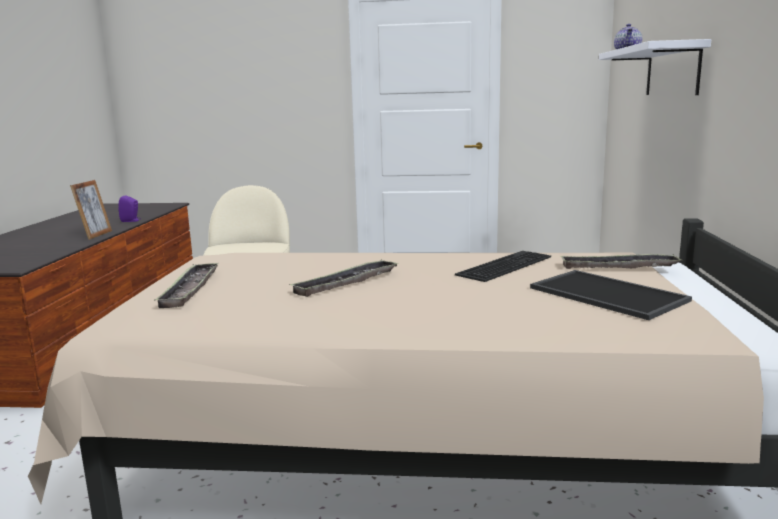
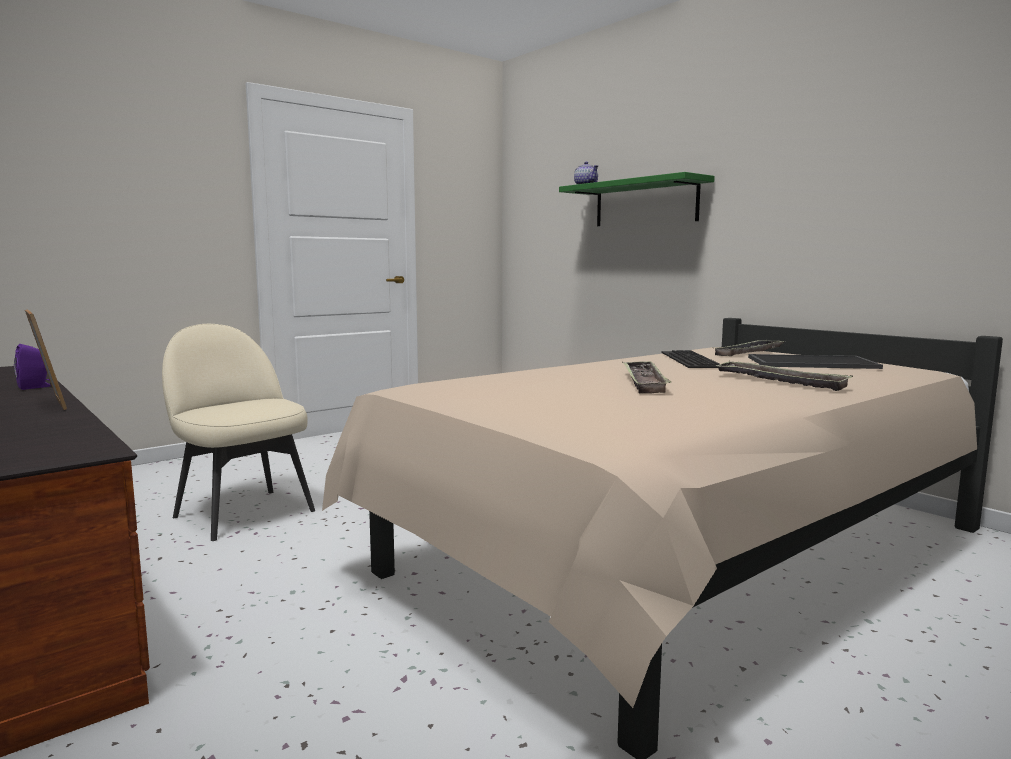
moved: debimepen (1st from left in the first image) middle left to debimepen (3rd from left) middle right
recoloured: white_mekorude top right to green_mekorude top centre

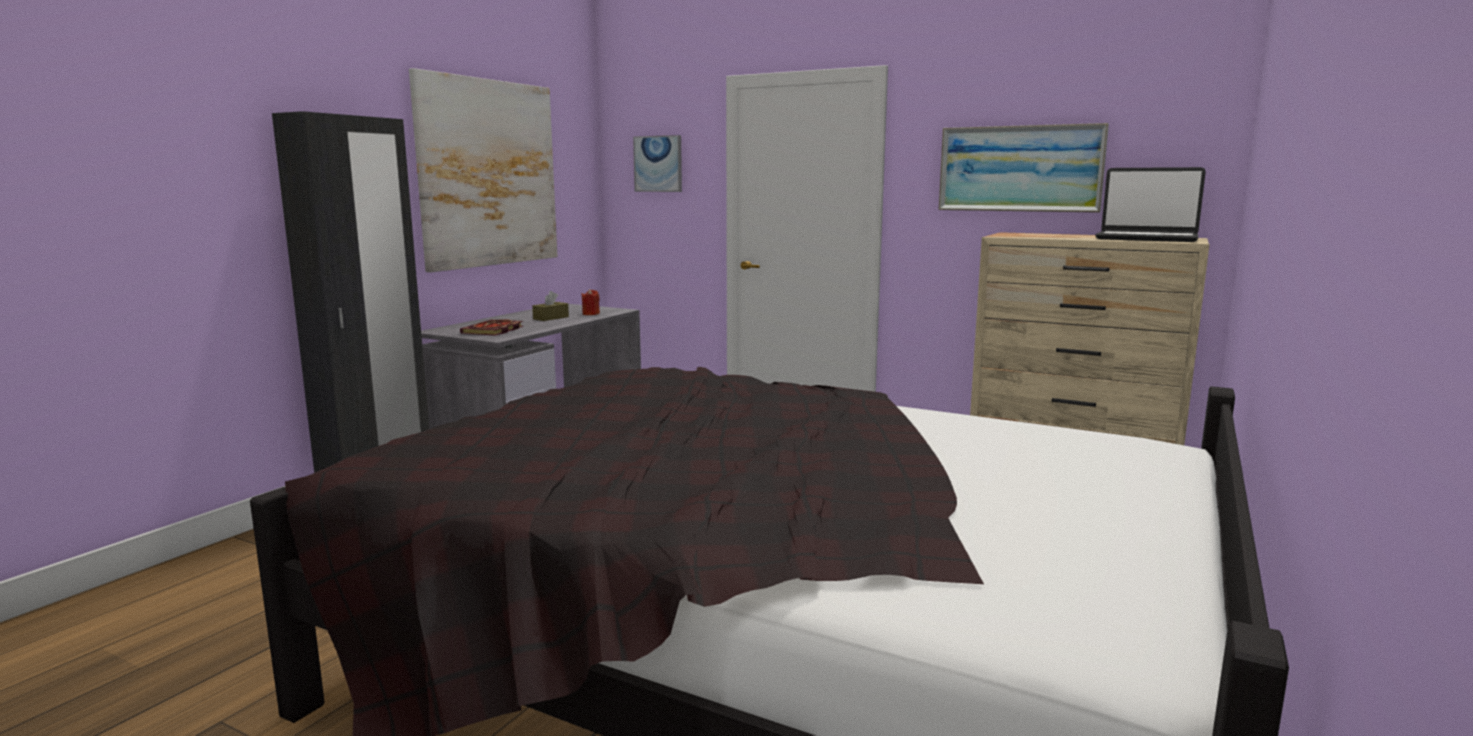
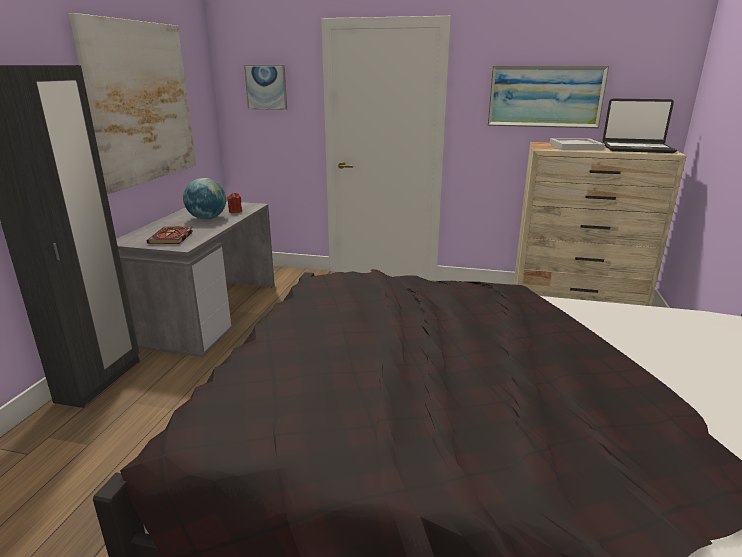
added: white_debimepen top right
replaced: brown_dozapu centre to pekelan middle left

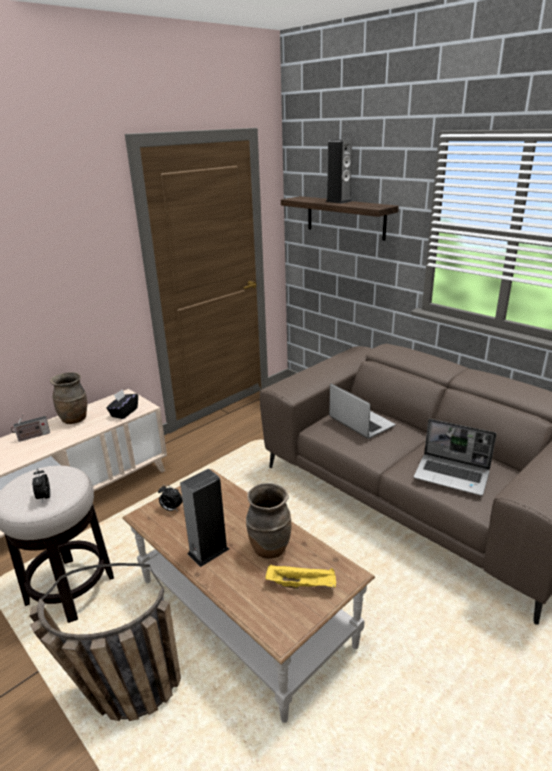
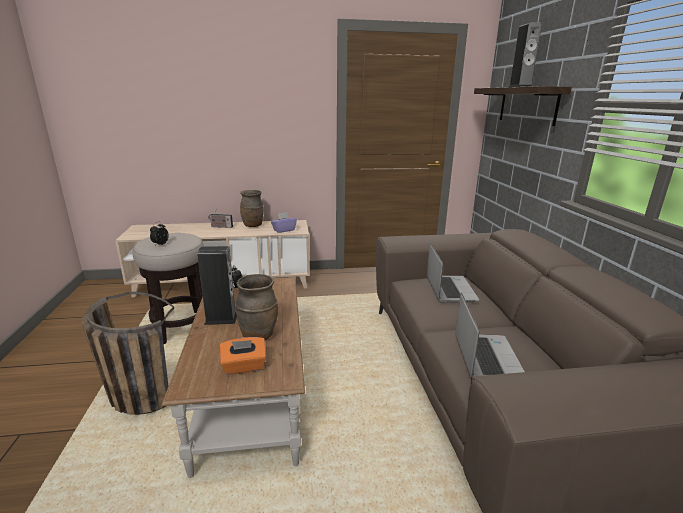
replaced: yellow_debimepen bottom centre to orange_dozapu bottom centre
recoloured: black_dozapu middle left to purple_dozapu centre
turned: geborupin (2nd from left) middle right = middle right 150 degrees counterclockwise

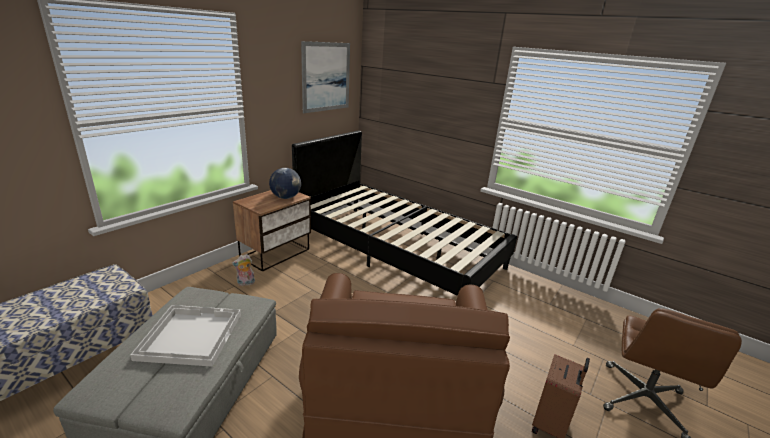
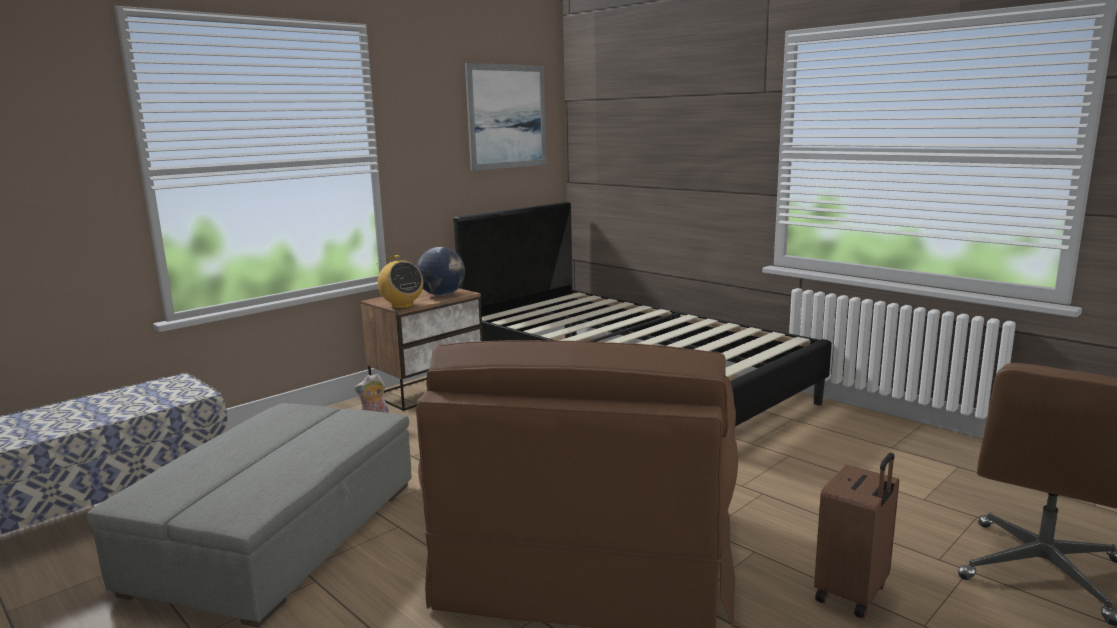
removed: white_debimepen bottom left
added: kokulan centre

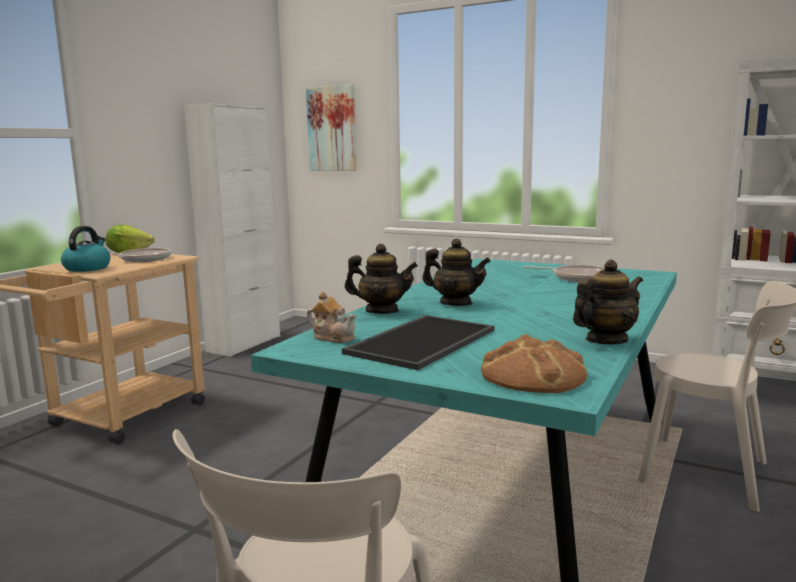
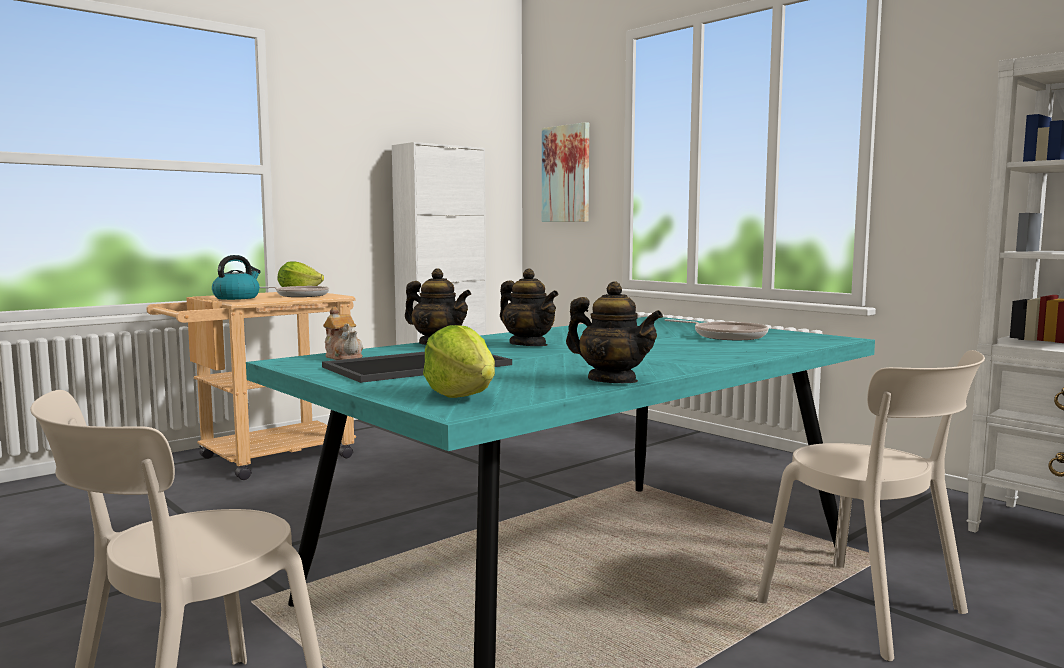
replaced: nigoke middle right to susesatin (2nd from left) centre
turned: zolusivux (4th from left) middle right = centre 45 degrees clockwise

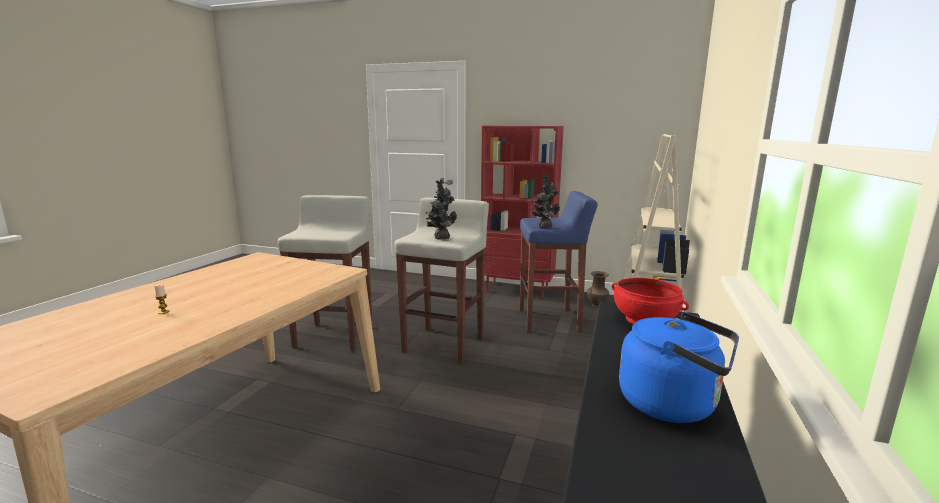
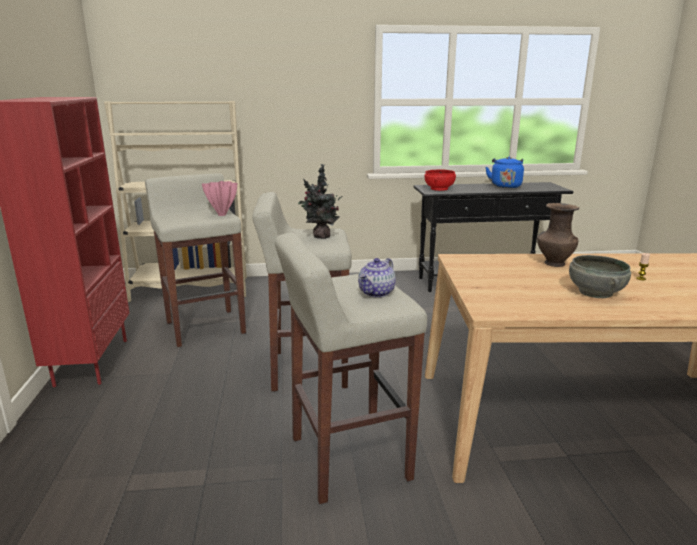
added: zolusivux centre; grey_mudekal middle right
moved: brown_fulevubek centre to middle right
replaced: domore (2nd from left) centre to pink_fulevubek middle left
recoloured: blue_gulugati centre to beige_gulugati (1st from left) middle left

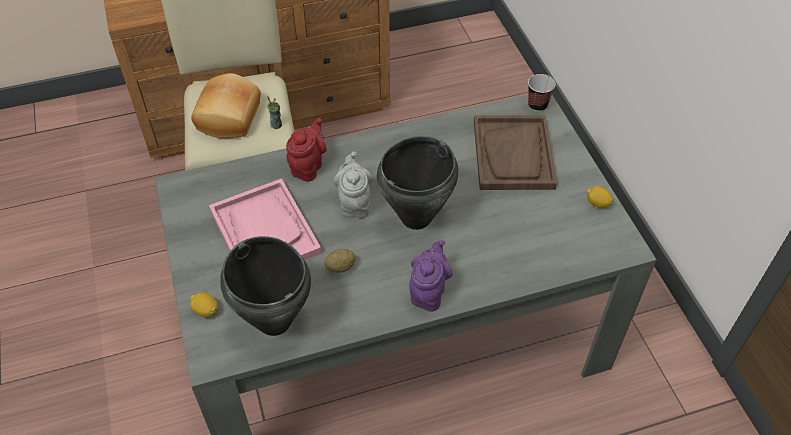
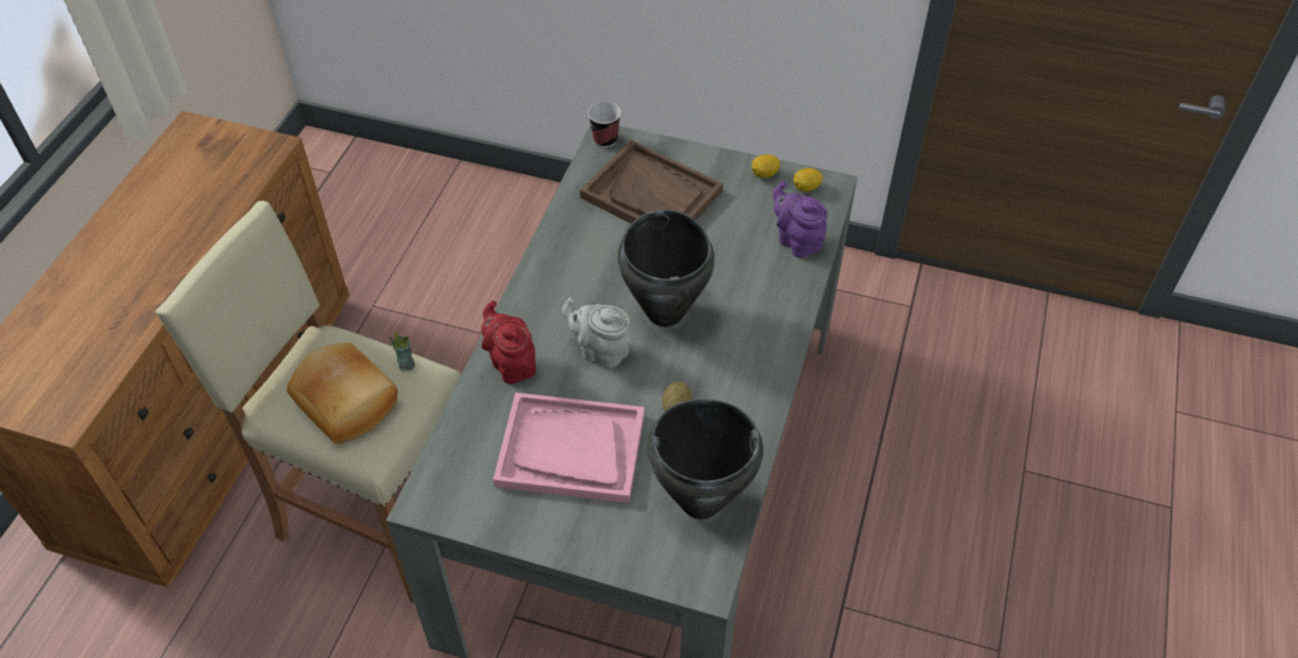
moved: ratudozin (1st from left in the first image) bottom left to ratudozin (2nd from left) top centre; purple_zolusivux centre to top centre

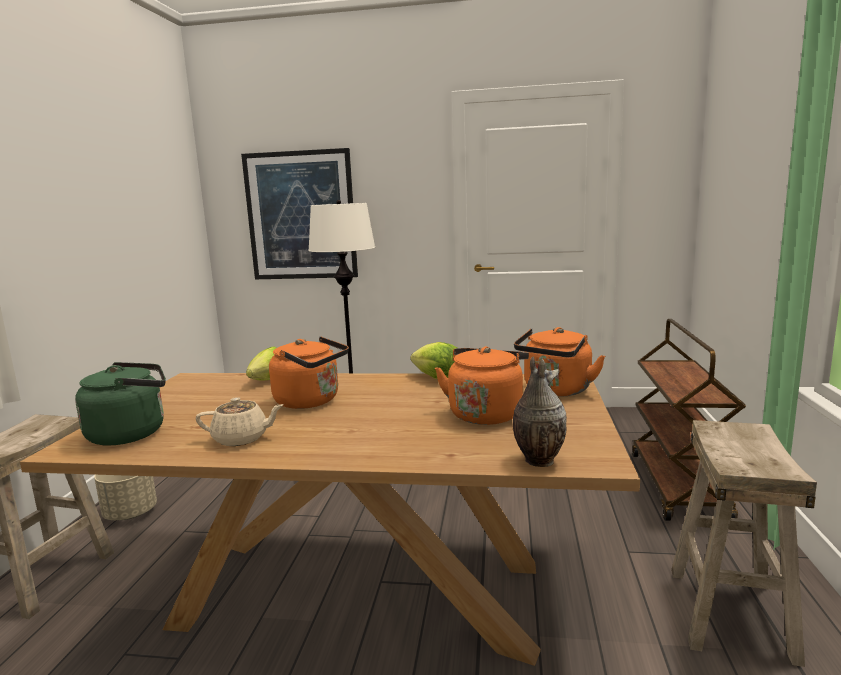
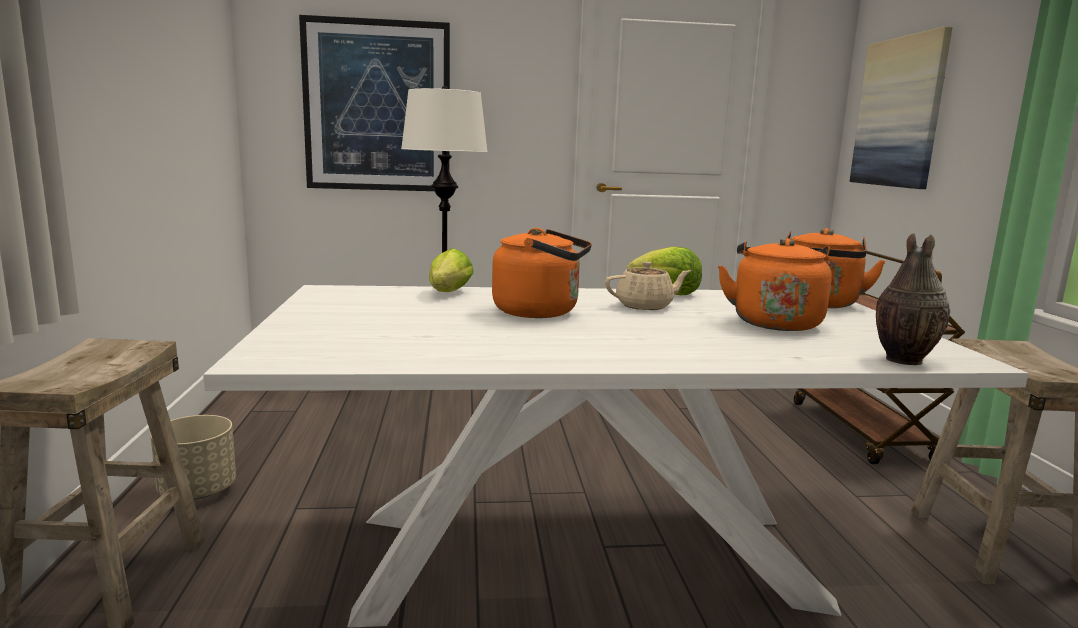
removed: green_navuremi middle left
added: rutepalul (2nd from left) top right
moved: beige_zolusivux middle left to centre
recoloured: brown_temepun bottom centre to white_temepun bottom centre

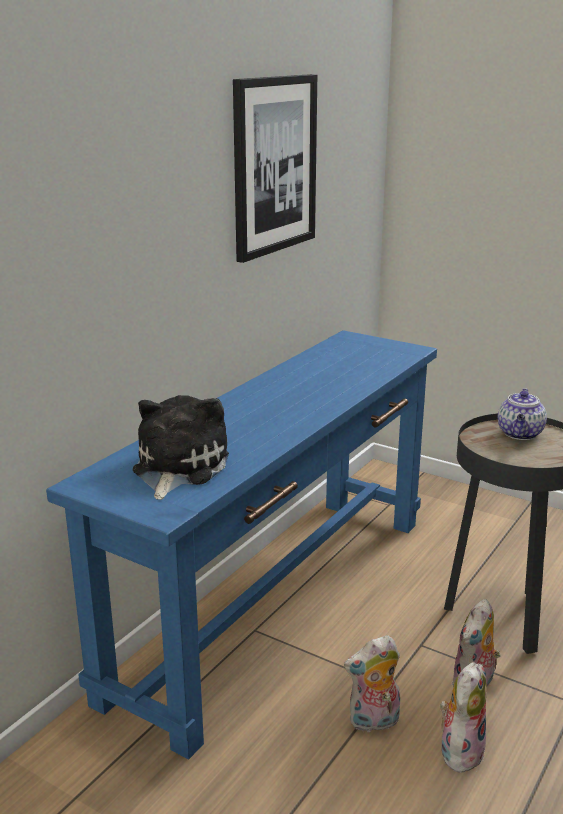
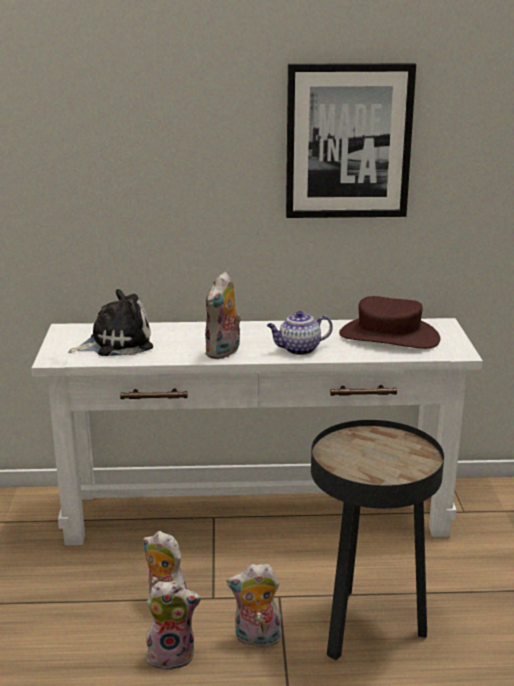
added: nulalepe (4th from left) centre; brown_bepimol middle right
moved: zolusivux middle right to centre
recoloured: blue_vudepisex bottom centre to white_vudepisex centre

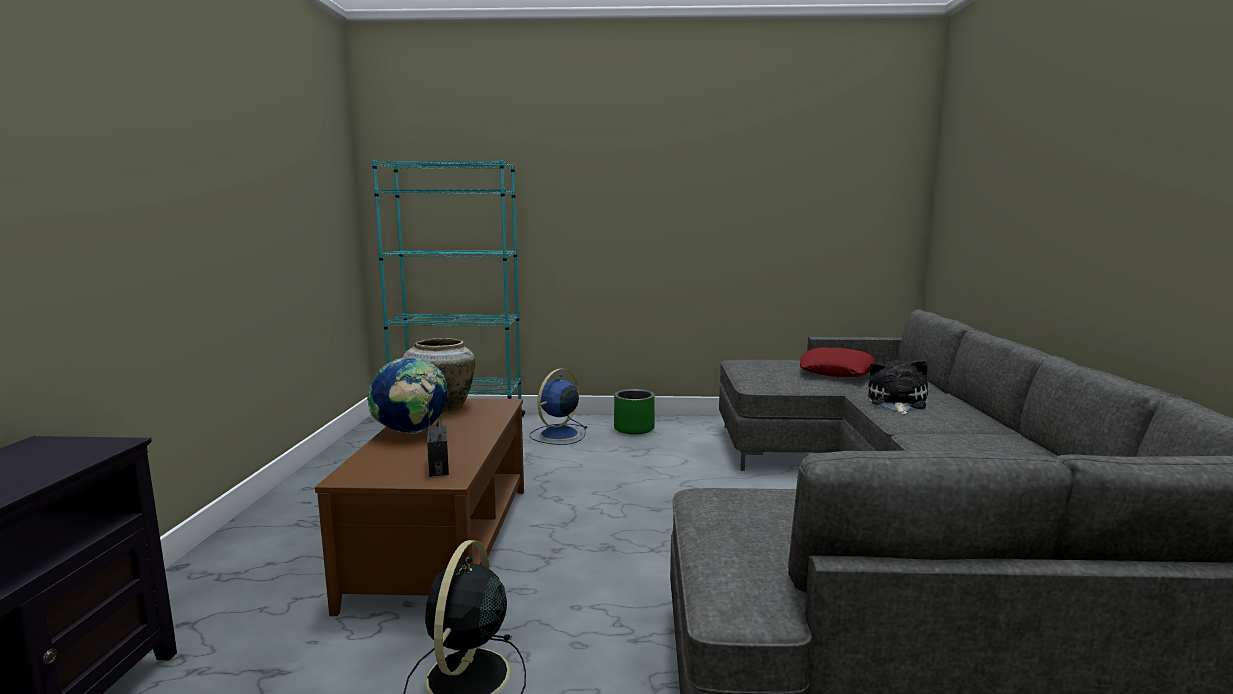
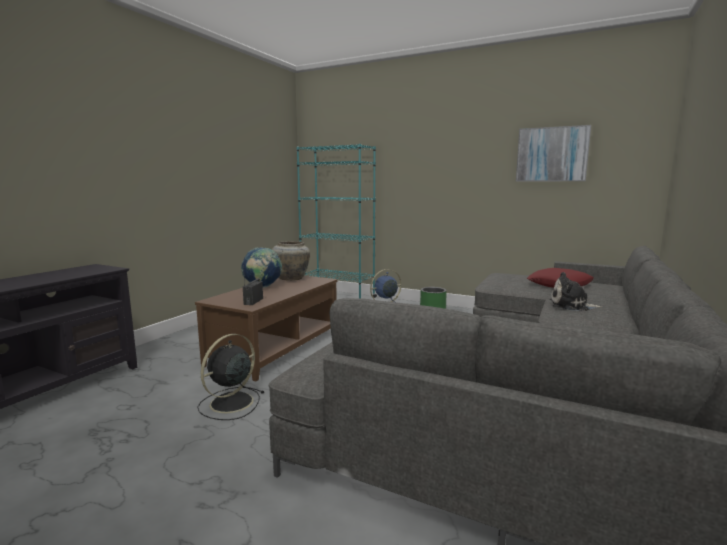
added: rutepalul top right
turned: nulalepe middle right = middle right 120 degrees counterclockwise

